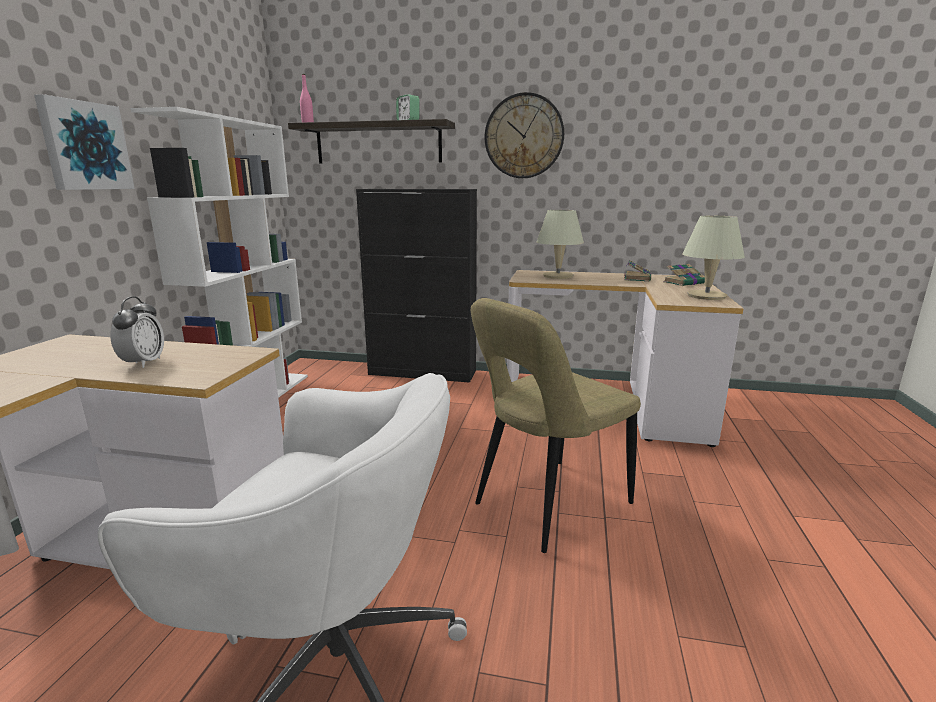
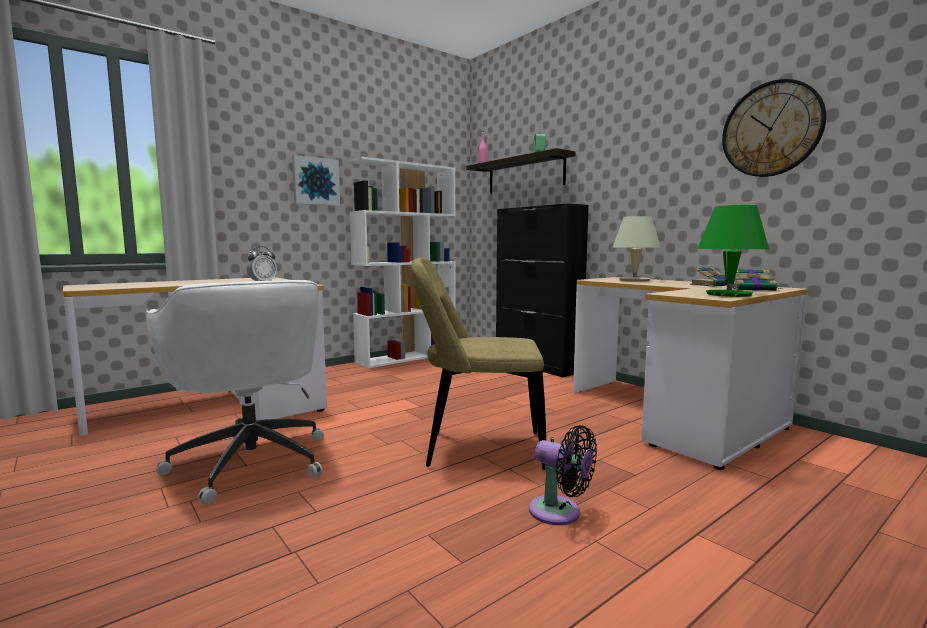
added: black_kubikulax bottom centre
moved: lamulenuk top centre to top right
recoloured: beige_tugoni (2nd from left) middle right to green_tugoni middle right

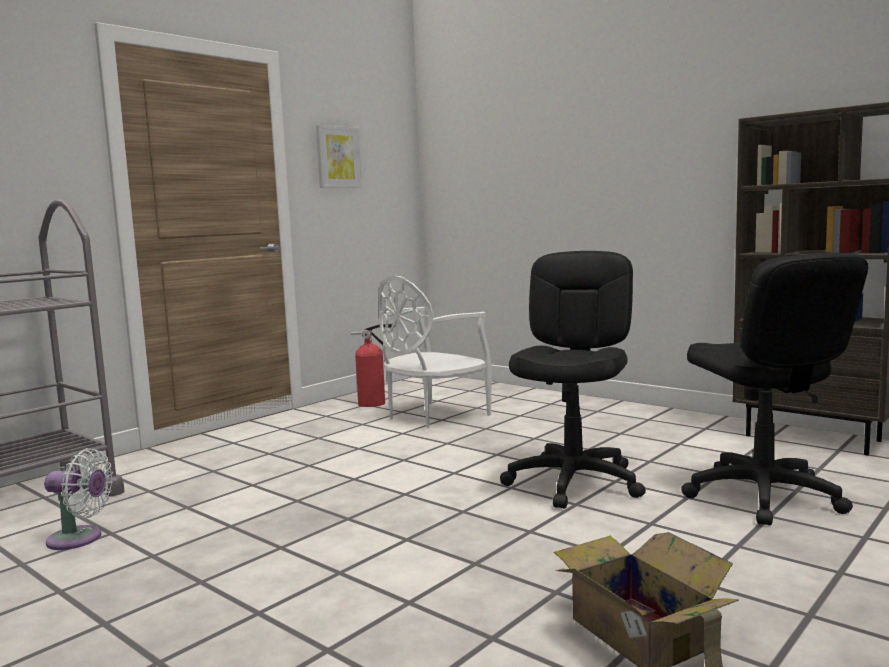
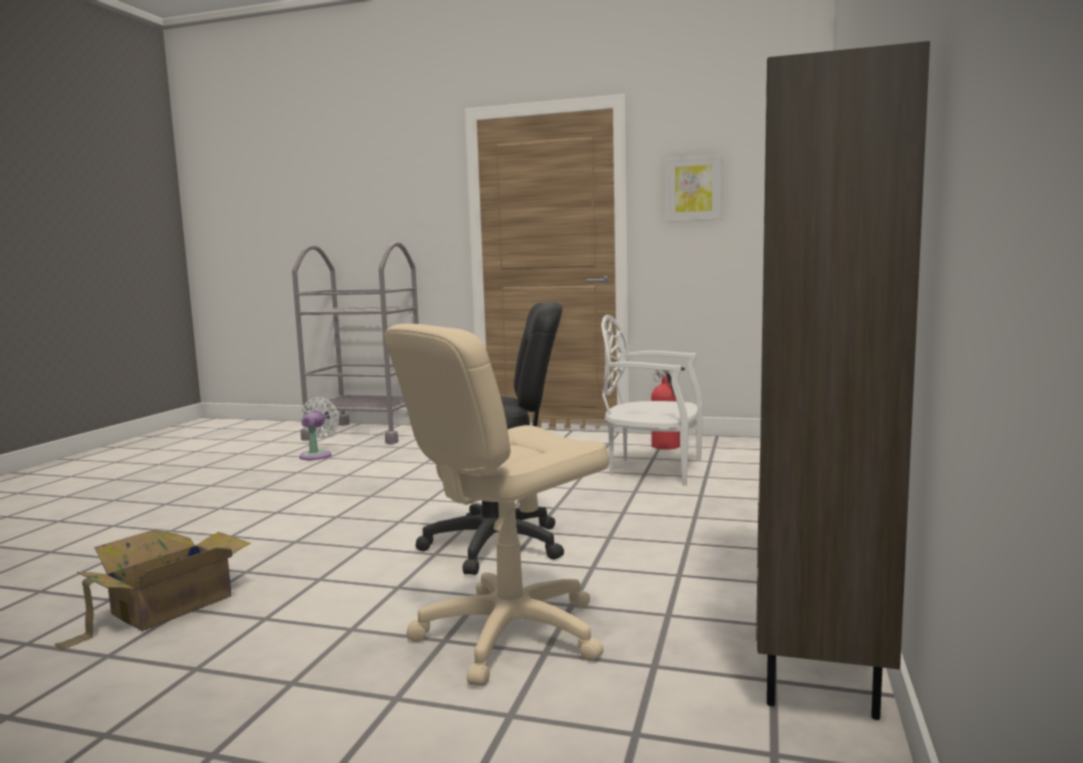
recoloured: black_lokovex (2nd from left) middle right to beige_lokovex centre
turned: white_kubikulax bottom left = middle left 150 degrees counterclockwise

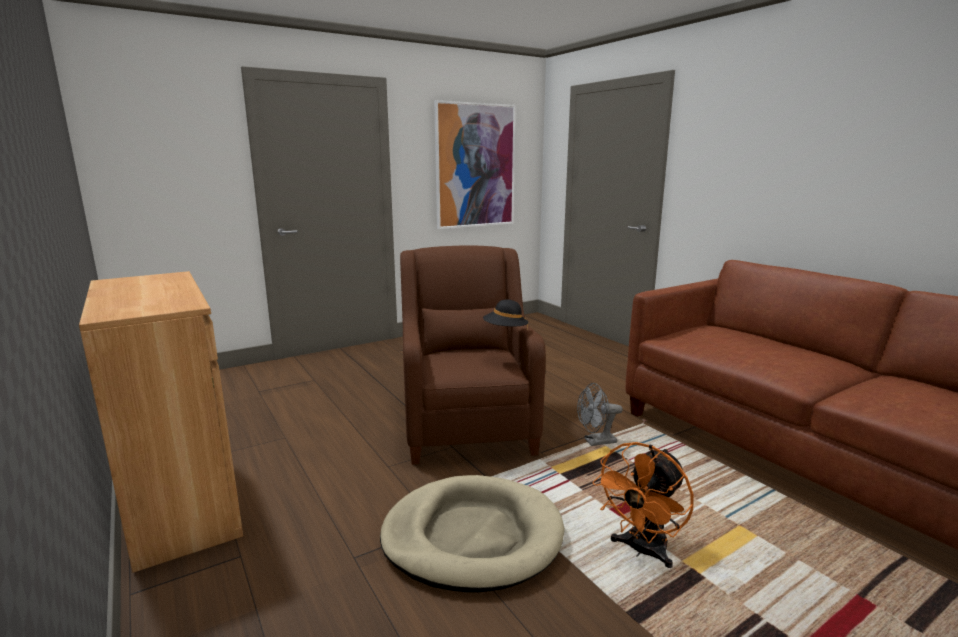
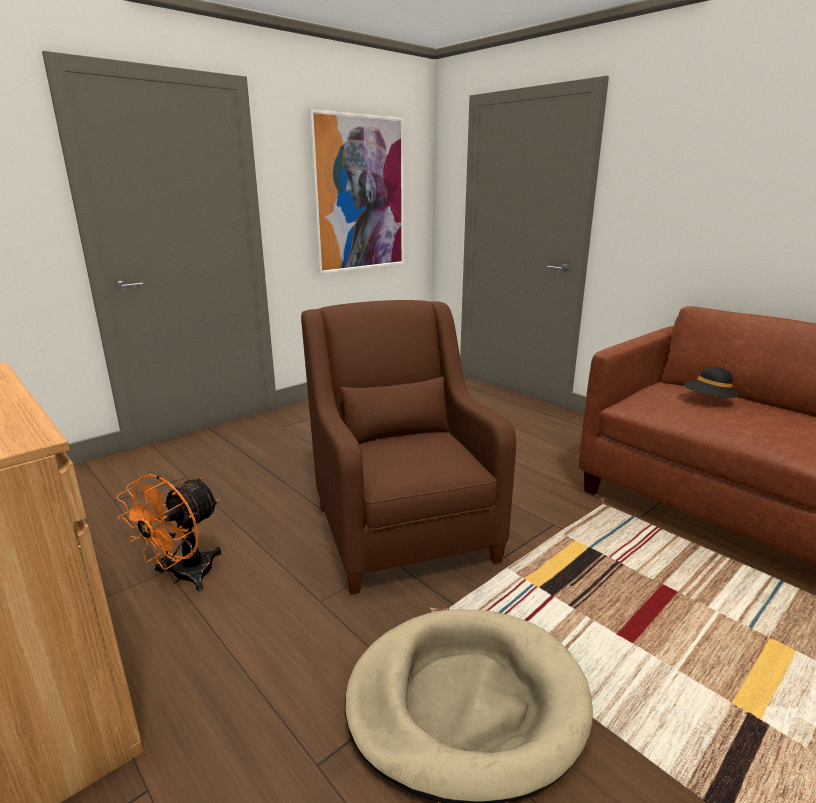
removed: grey_kubikulax centre
moved: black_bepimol centre to middle right; orange_kubikulax bottom right to middle left

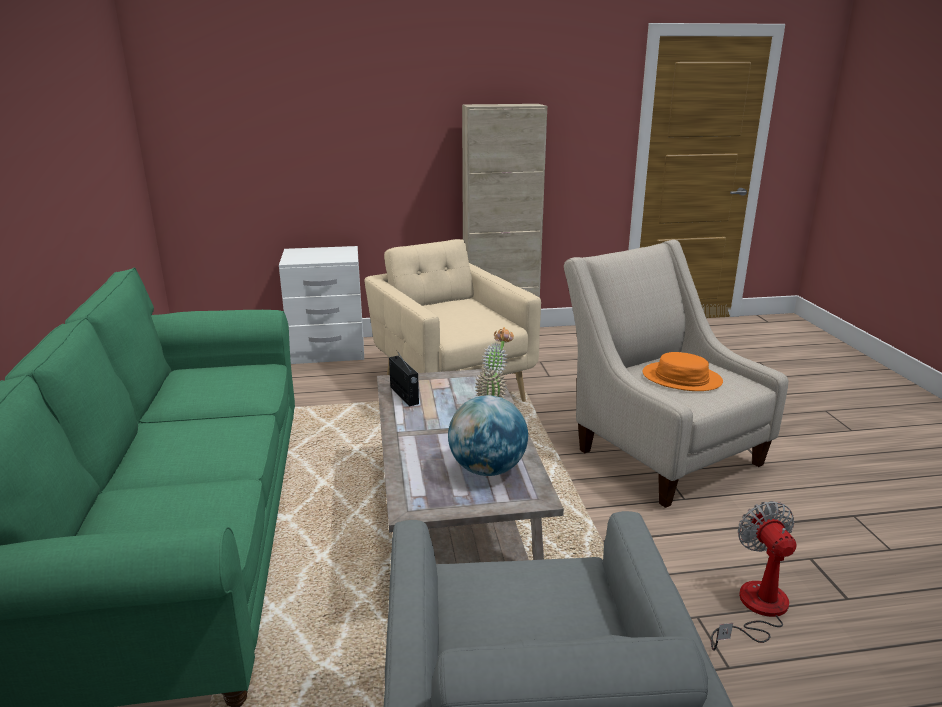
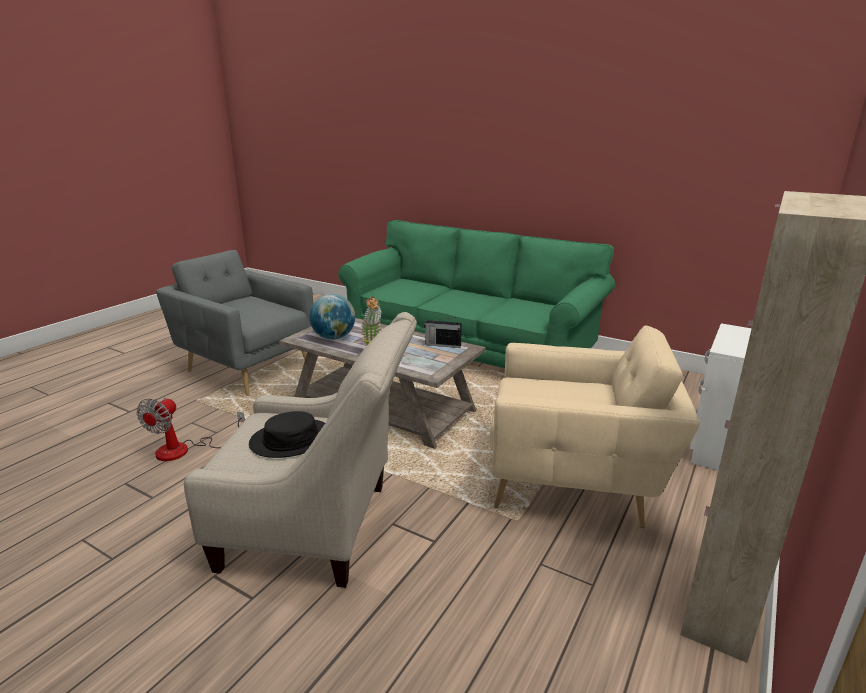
recoloured: orange_bepimol middle right to black_bepimol middle left
turned: kubikulax bottom right = middle left 75 degrees clockwise

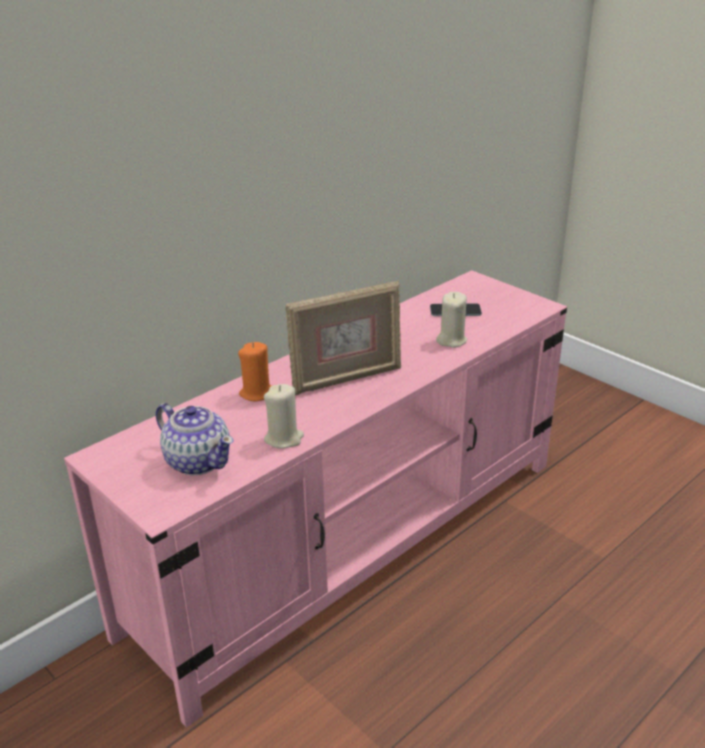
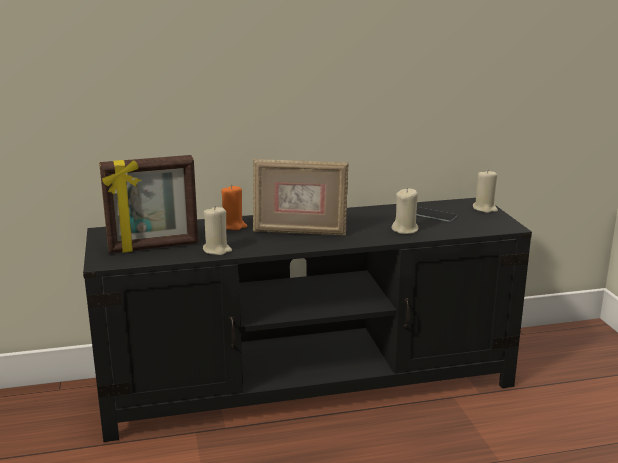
added: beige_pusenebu (3rd from left) middle right
replaced: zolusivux middle left to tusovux (1st from left) middle left
recoloured: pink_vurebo bottom centre to black_vurebo bottom centre

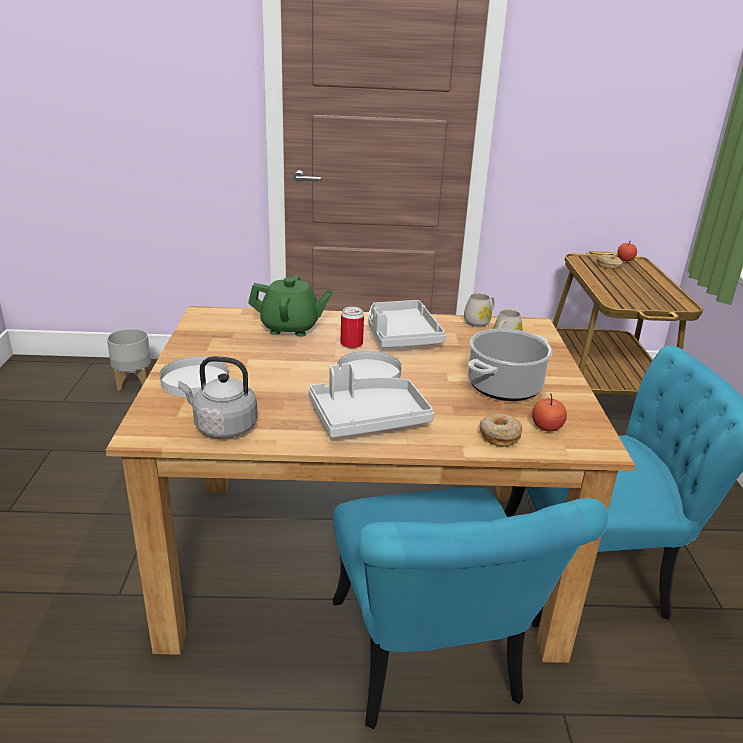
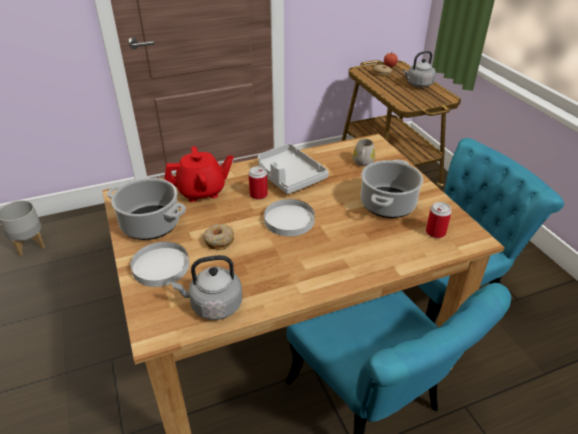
removed: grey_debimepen (1st from left) centre; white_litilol (1st from left) centre
added: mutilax (1st from left) middle left; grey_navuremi (2nd from left) top right
moved: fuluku (1st from left) middle right to centre
replaced: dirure (1st from left) middle right to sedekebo (2nd from left) middle right
recoloured: green_zolusivux centre to red_zolusivux centre

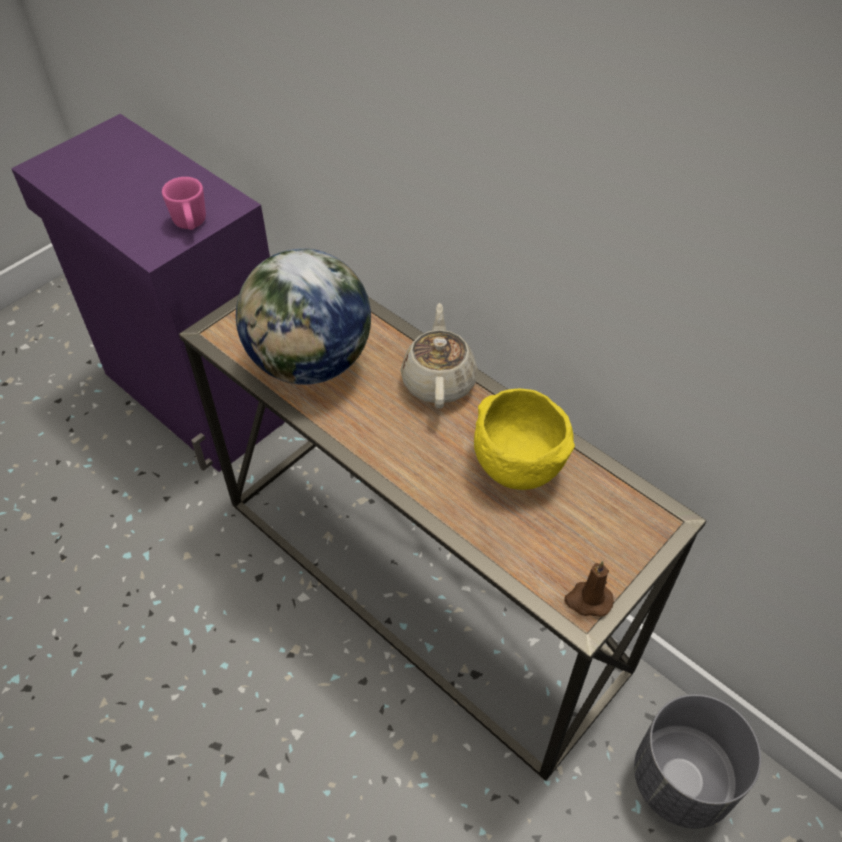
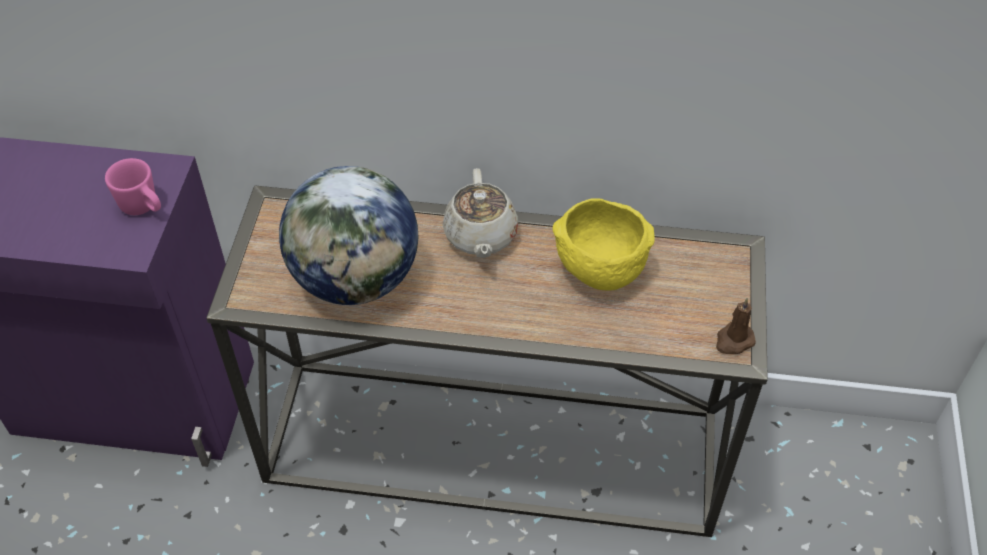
removed: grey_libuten bottom right
turned: beige_zolusivux centre = centre 150 degrees counterclockwise

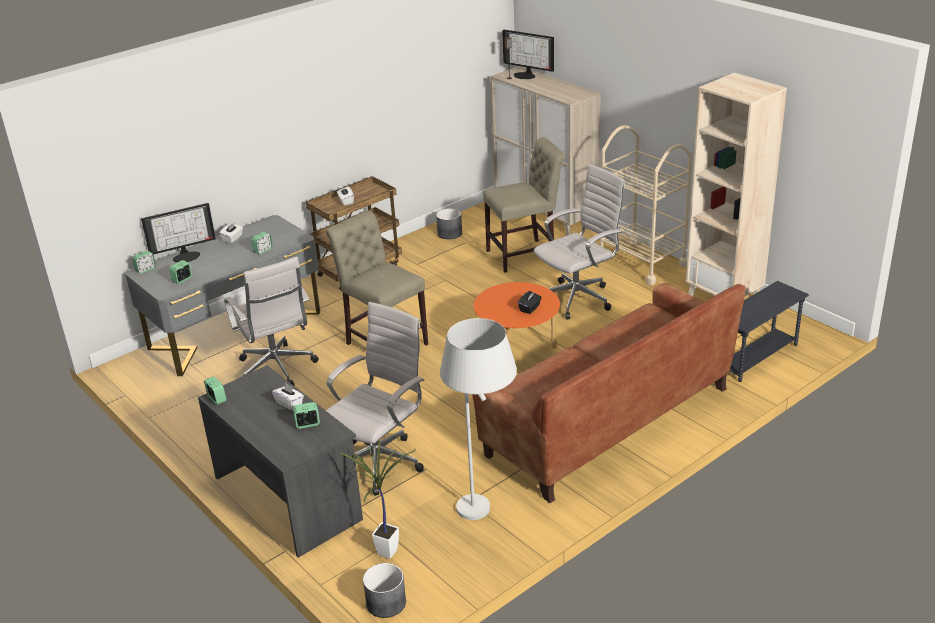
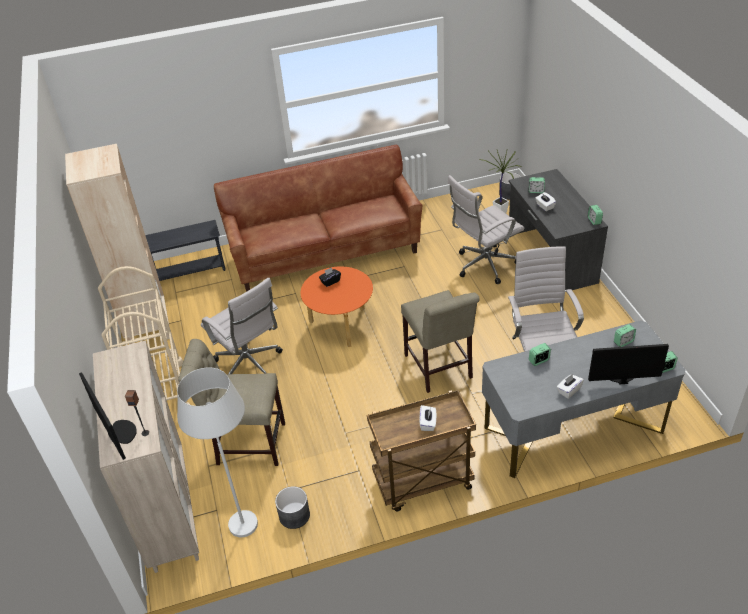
moved: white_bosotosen bottom centre to bottom left
turned: white_lokovex (3rd from left in the first image) centre = middle left 120 degrees counterclockwise

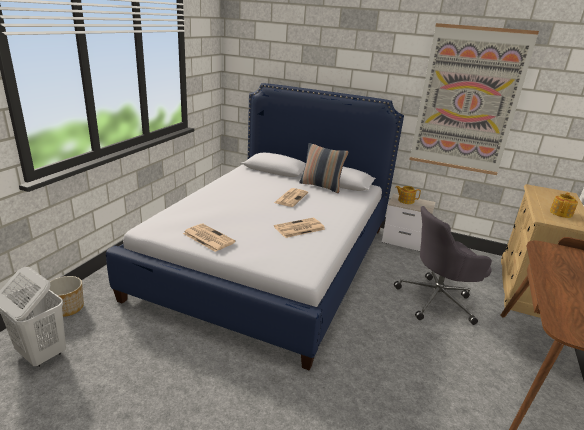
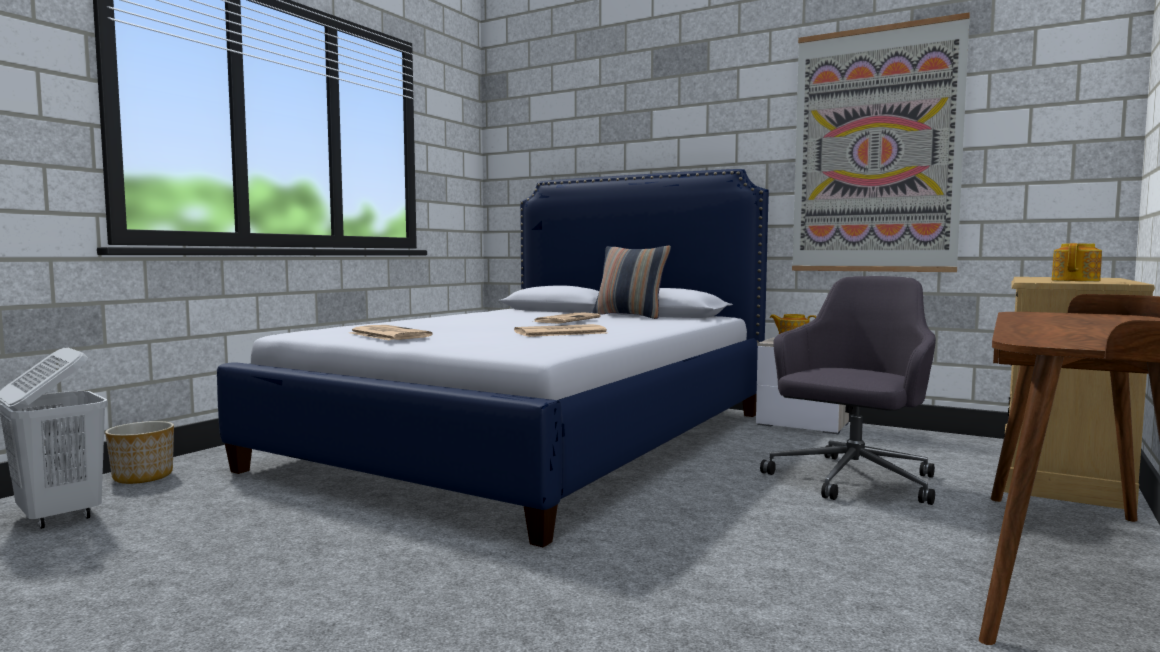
turned: grey_lokovex middle right = middle right 135 degrees clockwise

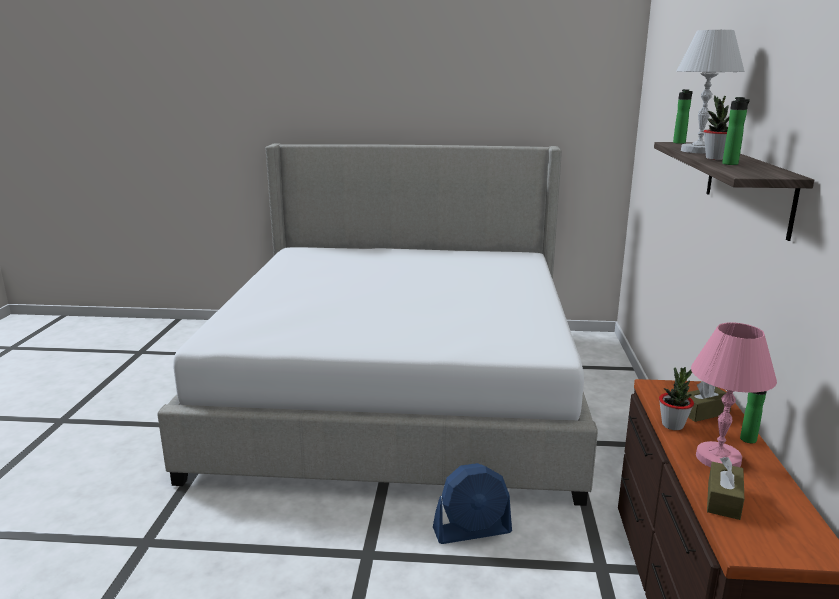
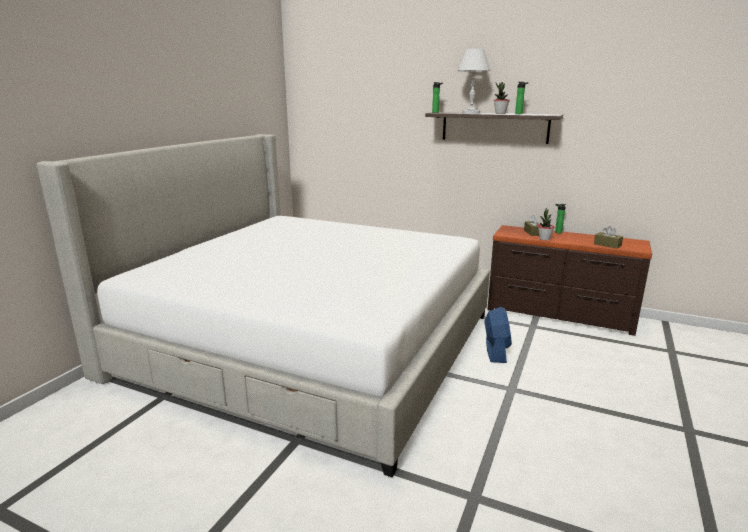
removed: pink_tugoni middle right

